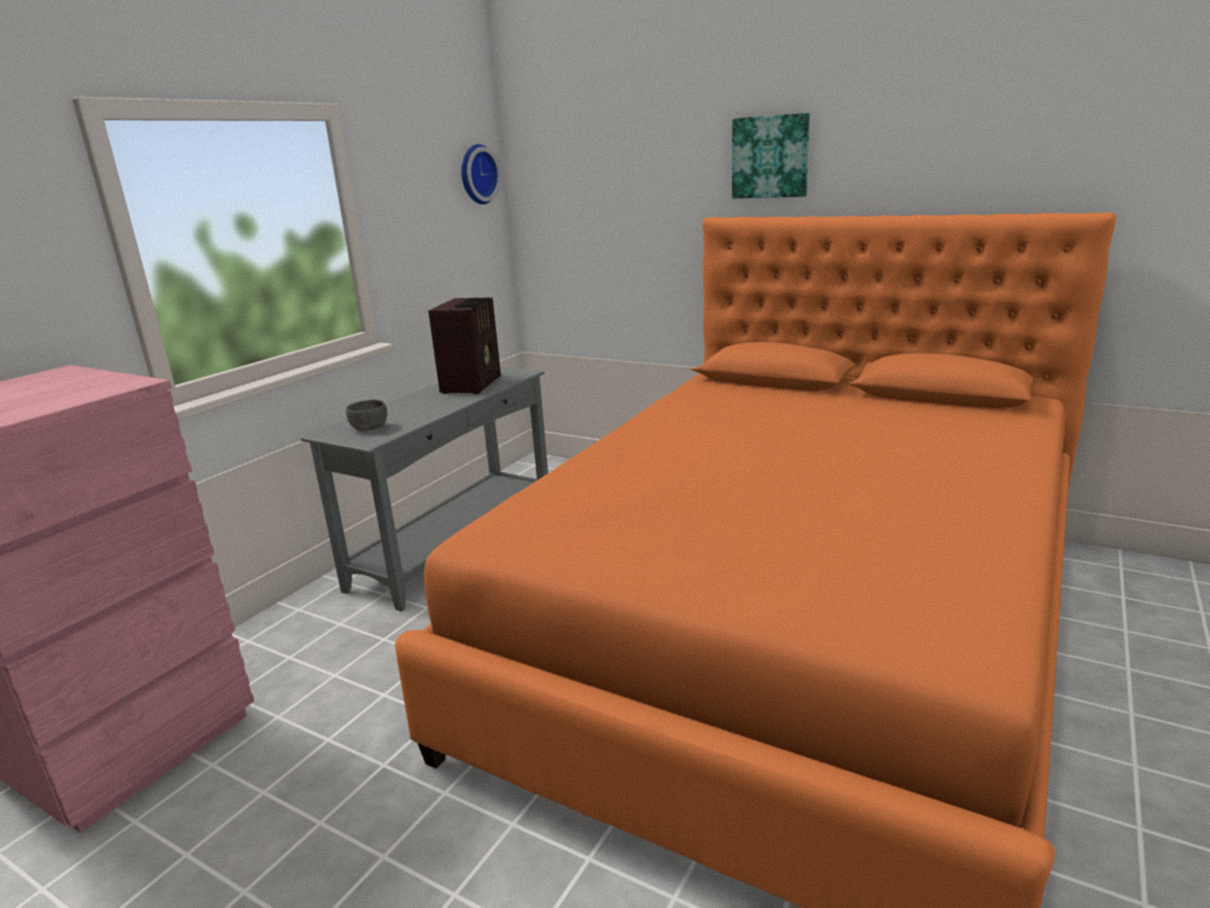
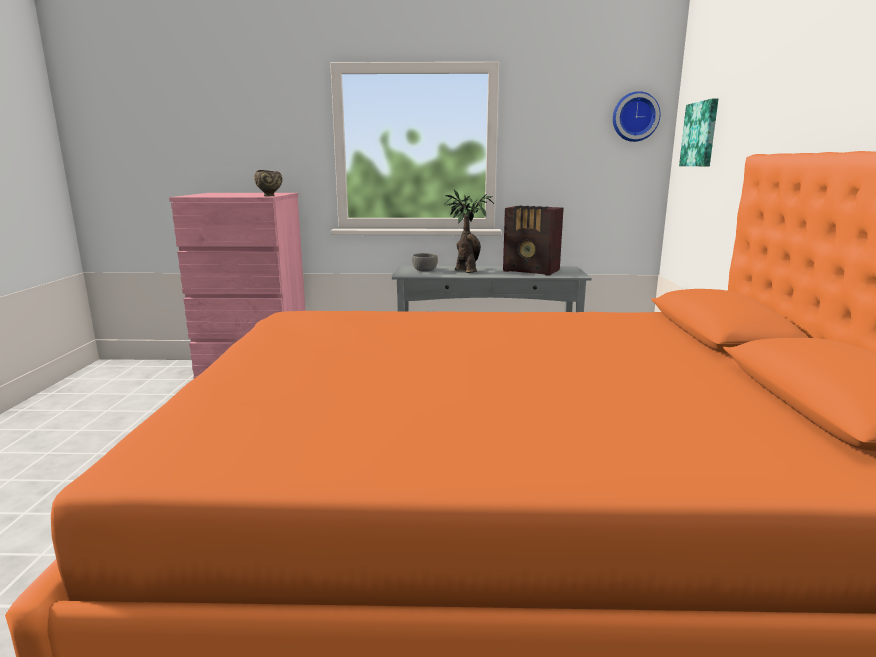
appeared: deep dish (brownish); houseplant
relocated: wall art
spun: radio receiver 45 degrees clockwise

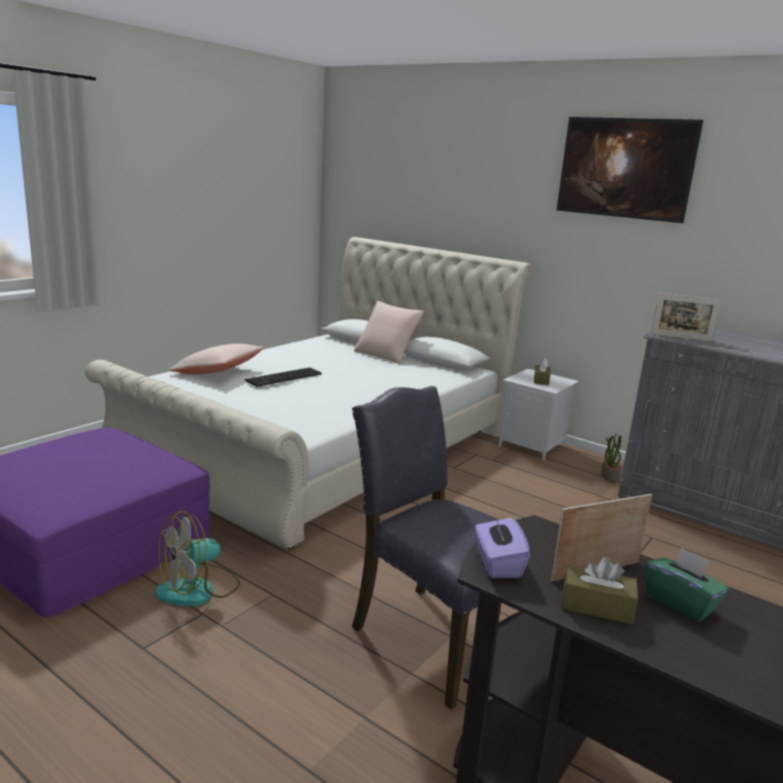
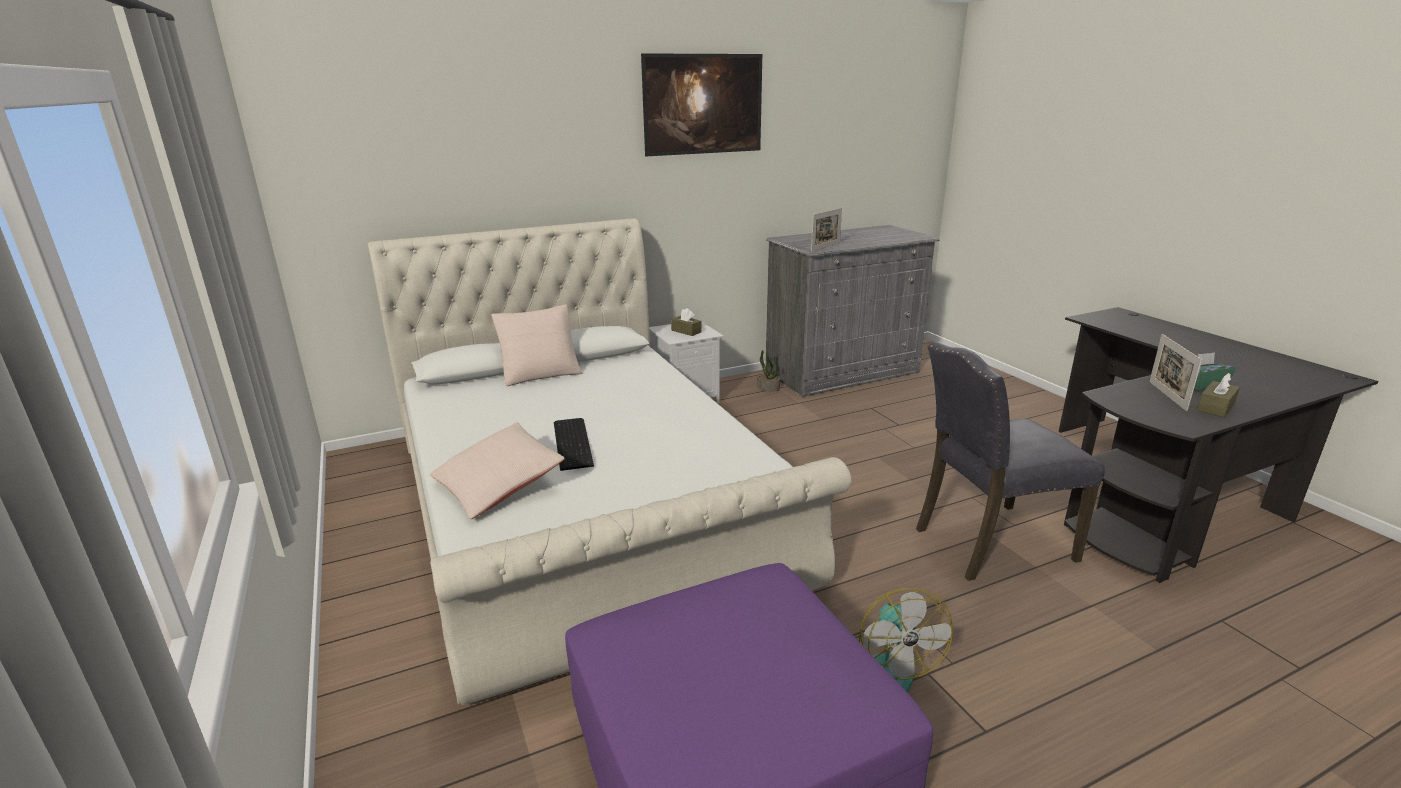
missing: tissue holder (purple)

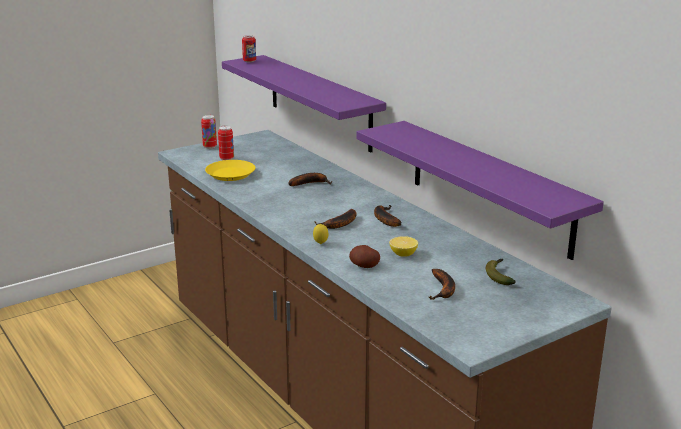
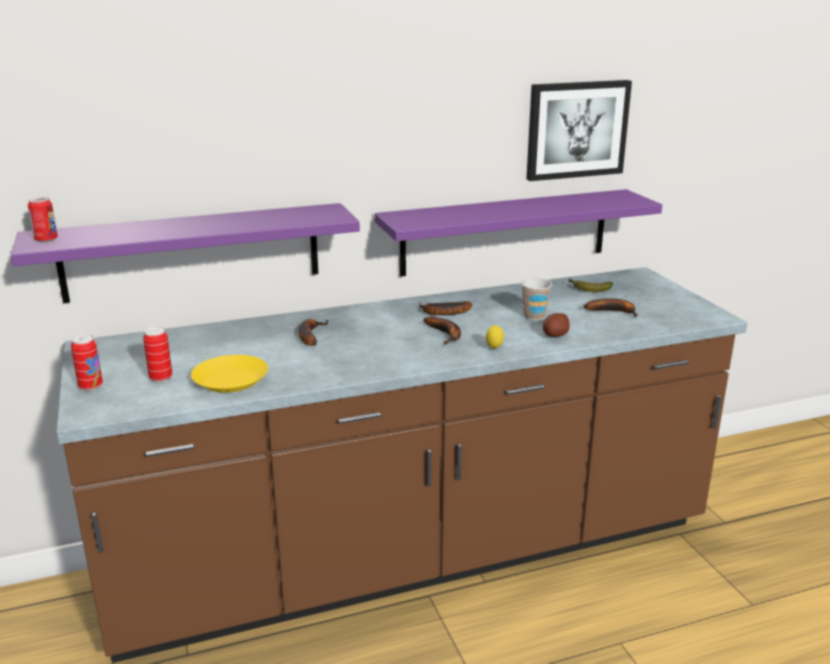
appeared: wall art
exchanged: citrus fruit (no. 2 from left) to drinking cup

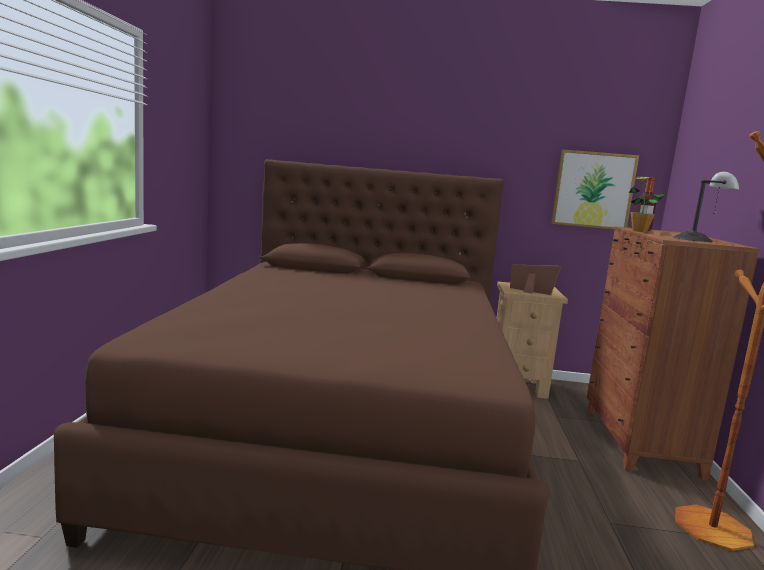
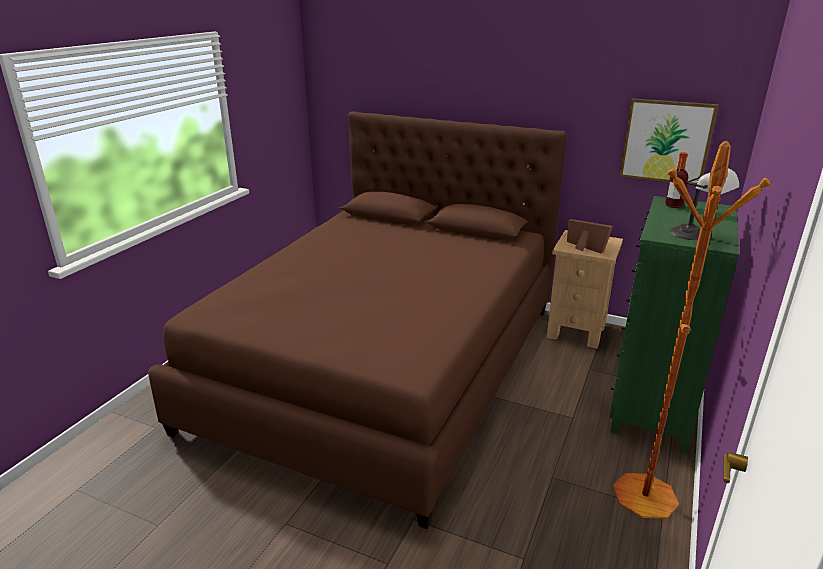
missing: houseplant
colour: dresser (brownish) to dresser (green-coloured)

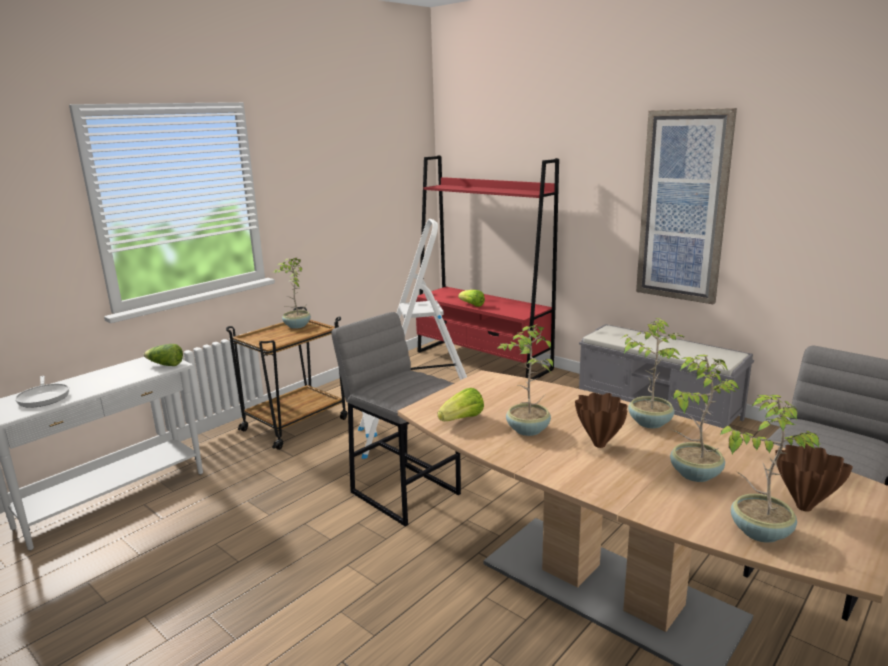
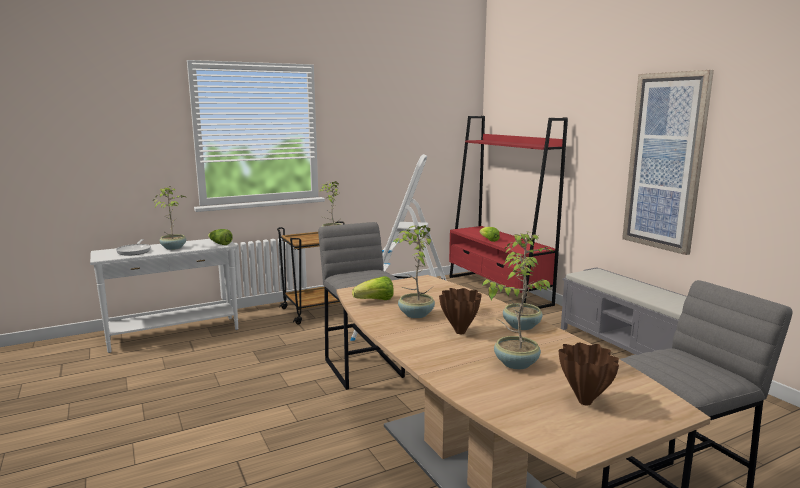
relocated: houseplant (no. 5 from left in the first image) to houseplant (no. 1 from left)

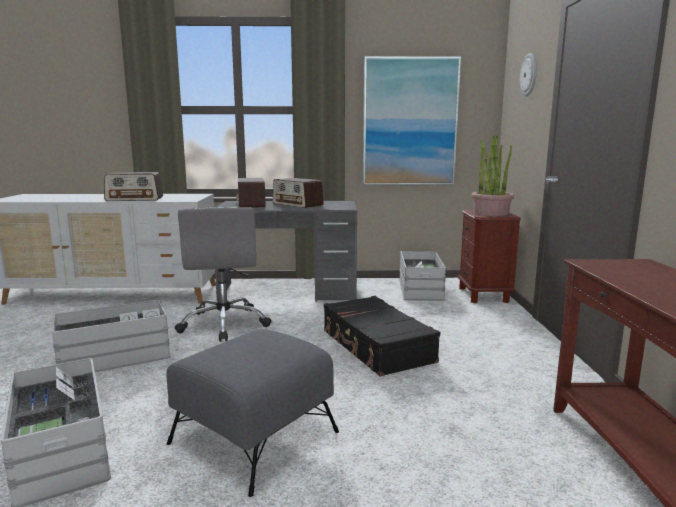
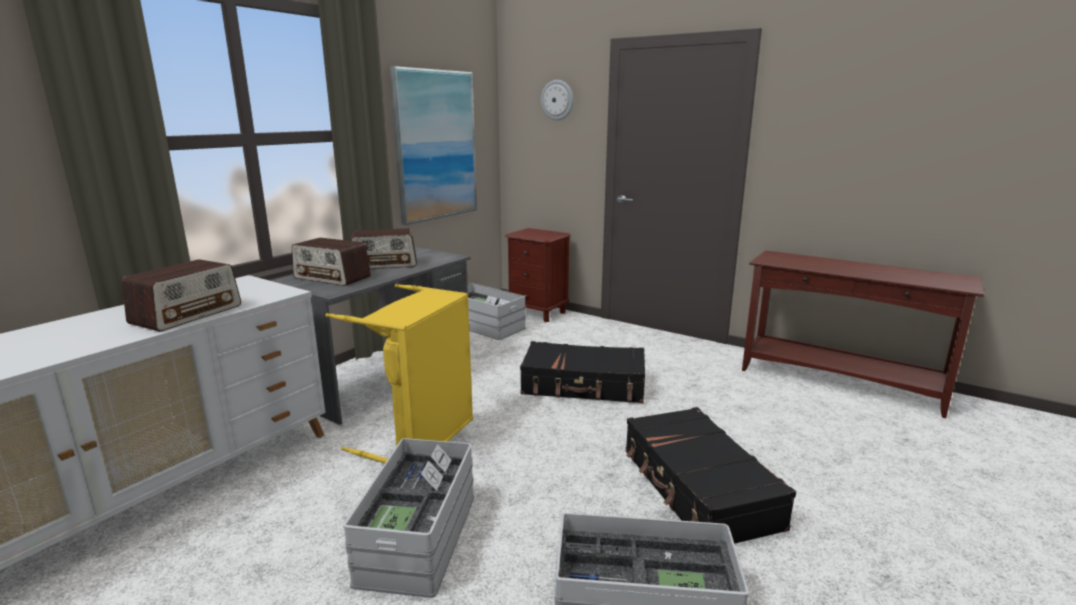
missing: houseplant
exchanged: footrest (gray) to piece of luggage (black-coloured) (no. 2 from left); computer chair (gray) to laundry basket (yellow)

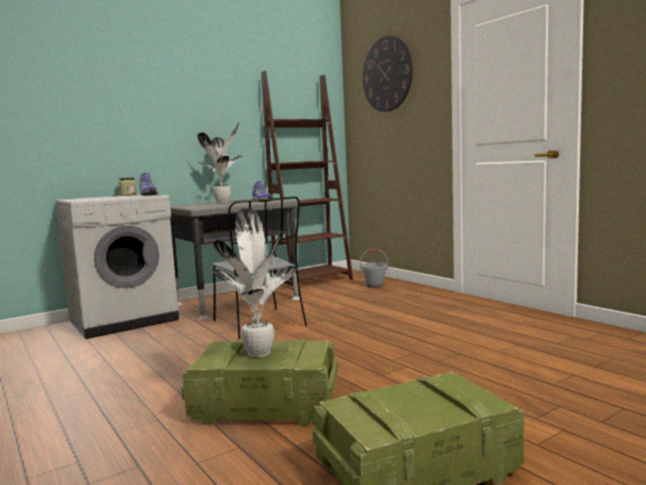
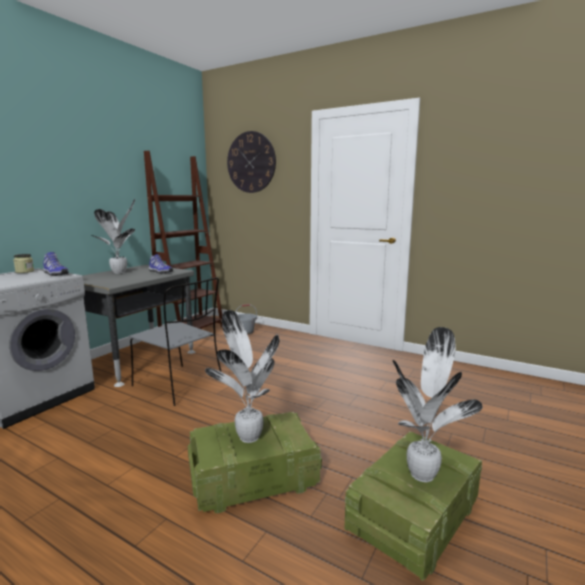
appeared: houseplant (no. 3 from left)

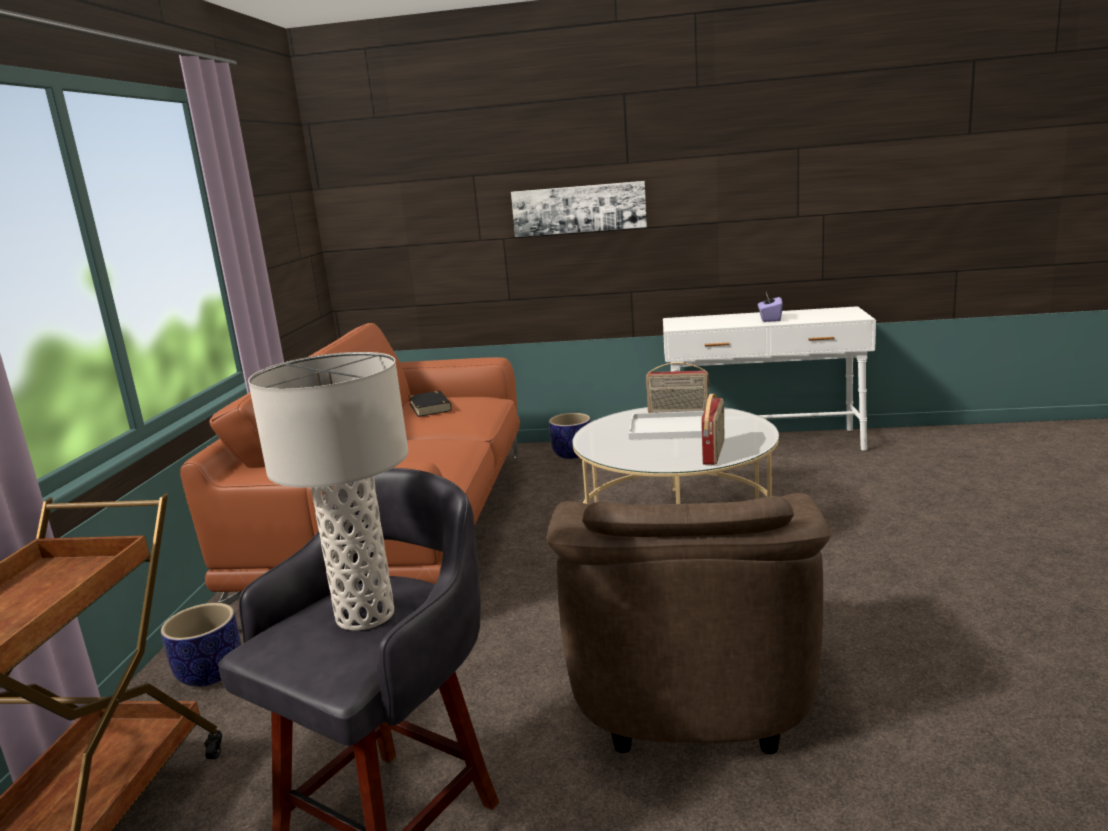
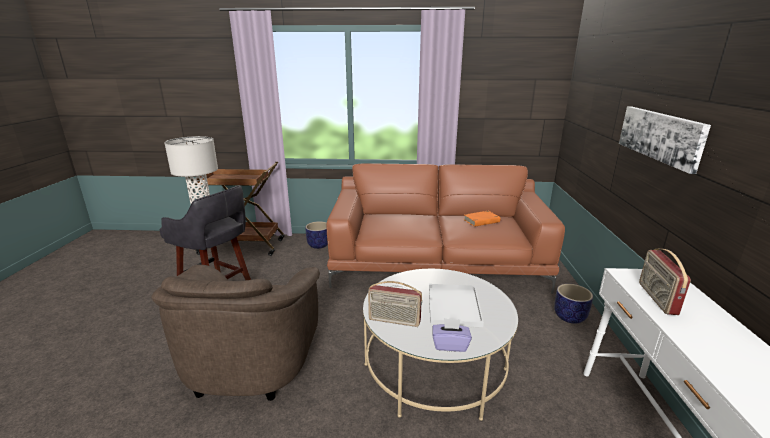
relocated: radio receiver (no. 1 from left in the first image) to radio receiver (no. 2 from left); tissue holder (purple)
colour: volume (black-coloured) to volume (orange-coloured)
spun: easy chair (brownish) 90 degrees counterclockwise

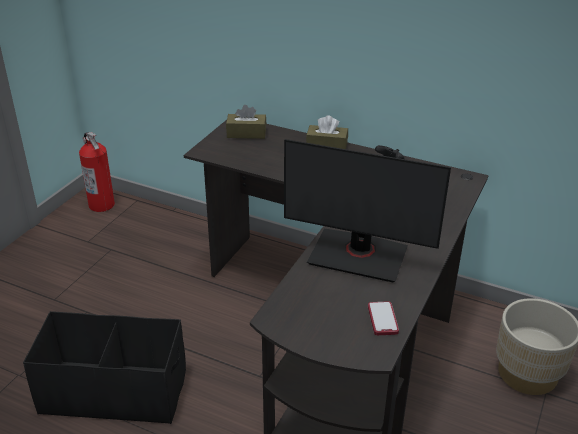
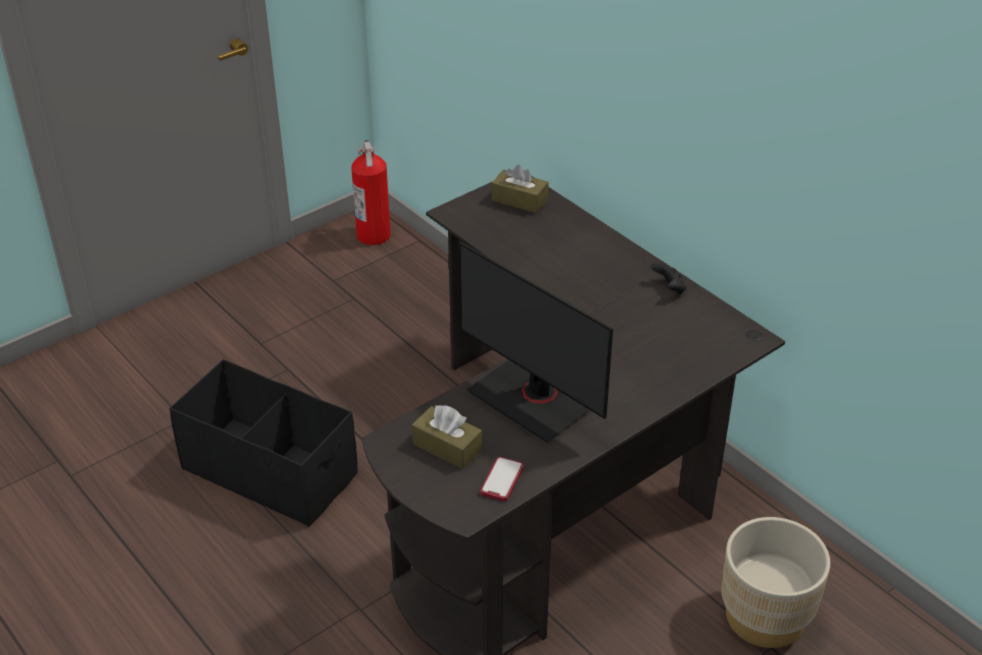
relocated: tissue holder (brownish) (no. 2 from left in the first image) to tissue holder (brownish) (no. 1 from left)

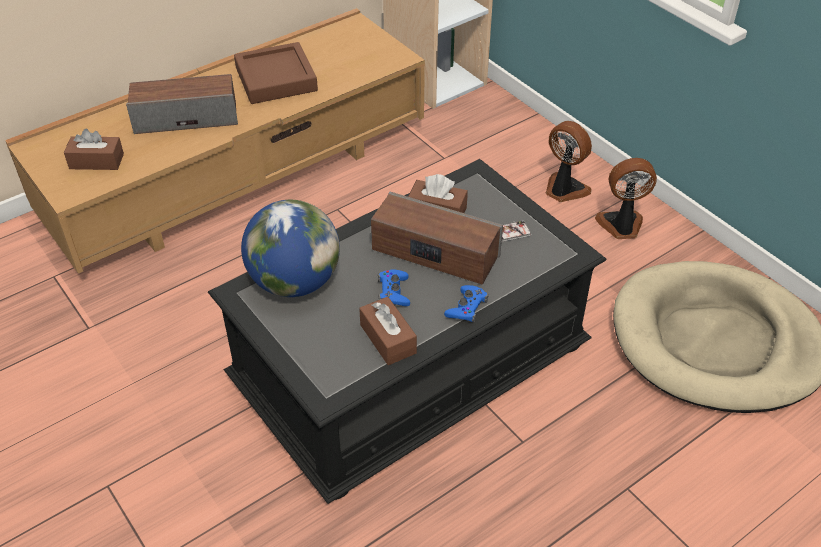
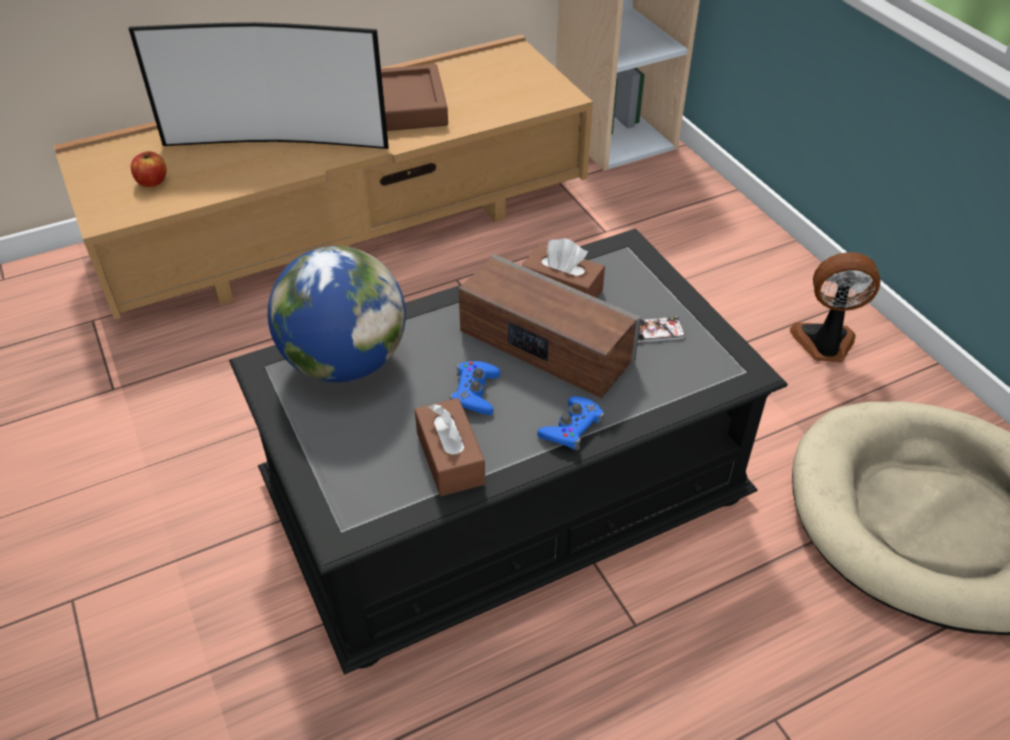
missing: cooling fan (no. 1 from left)
exchanged: tissue holder (brownish) (no. 1 from left) to apple fruit; audio speaker (no. 1 from left) to TV set

